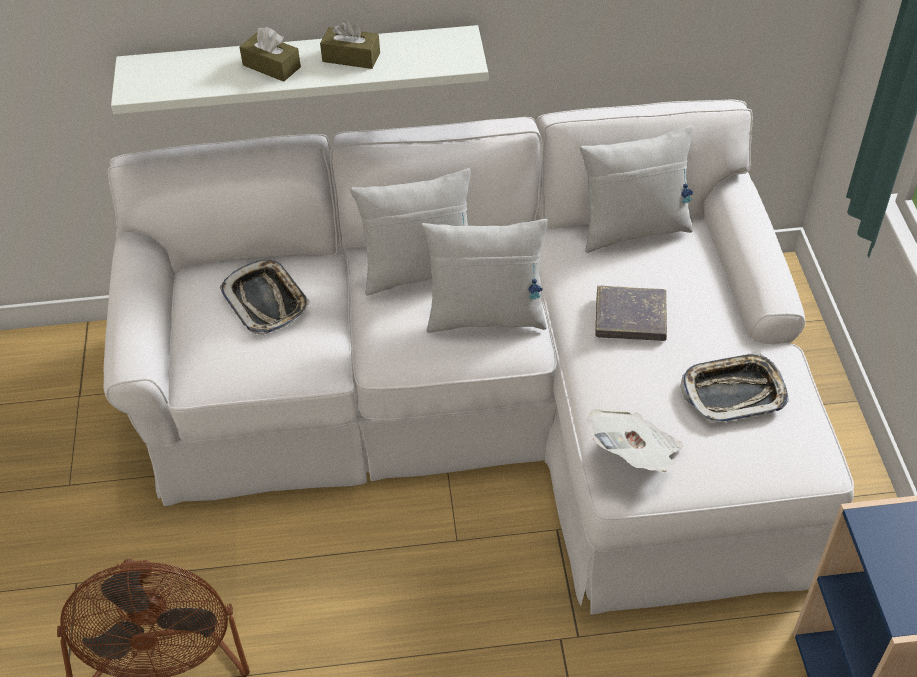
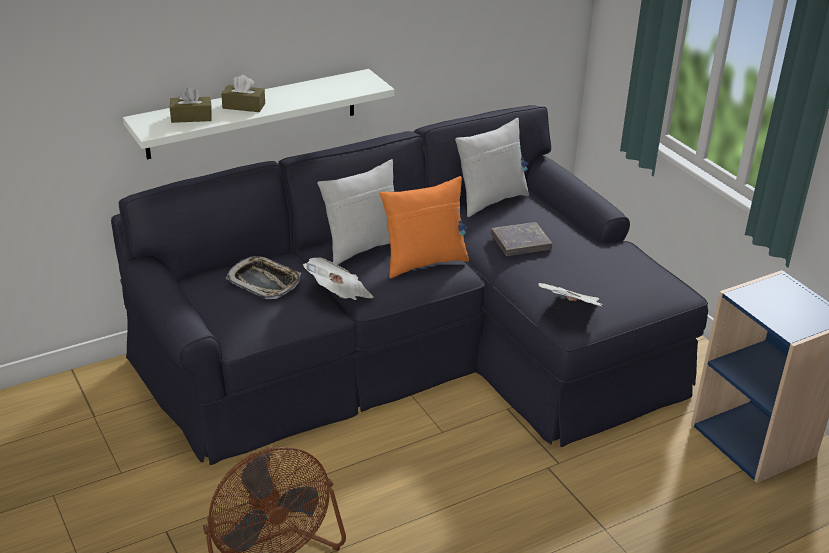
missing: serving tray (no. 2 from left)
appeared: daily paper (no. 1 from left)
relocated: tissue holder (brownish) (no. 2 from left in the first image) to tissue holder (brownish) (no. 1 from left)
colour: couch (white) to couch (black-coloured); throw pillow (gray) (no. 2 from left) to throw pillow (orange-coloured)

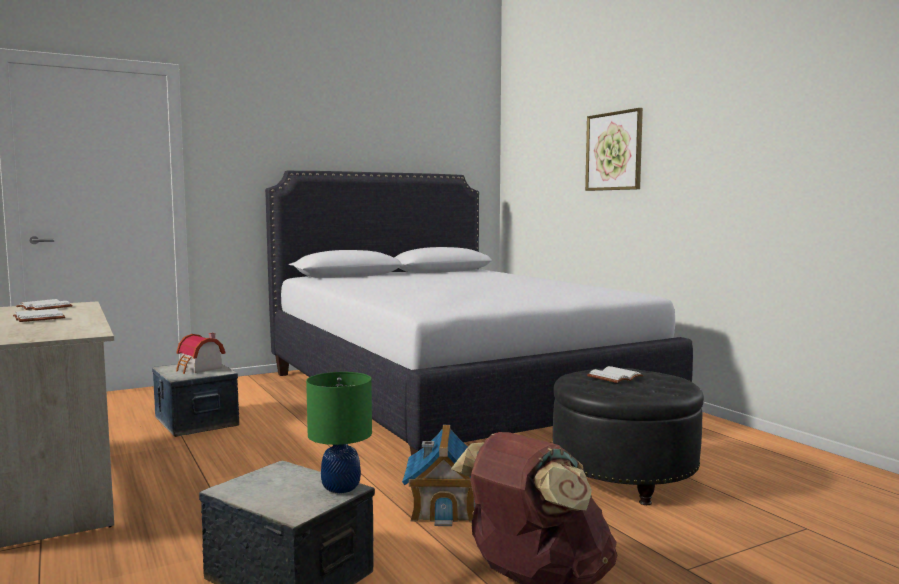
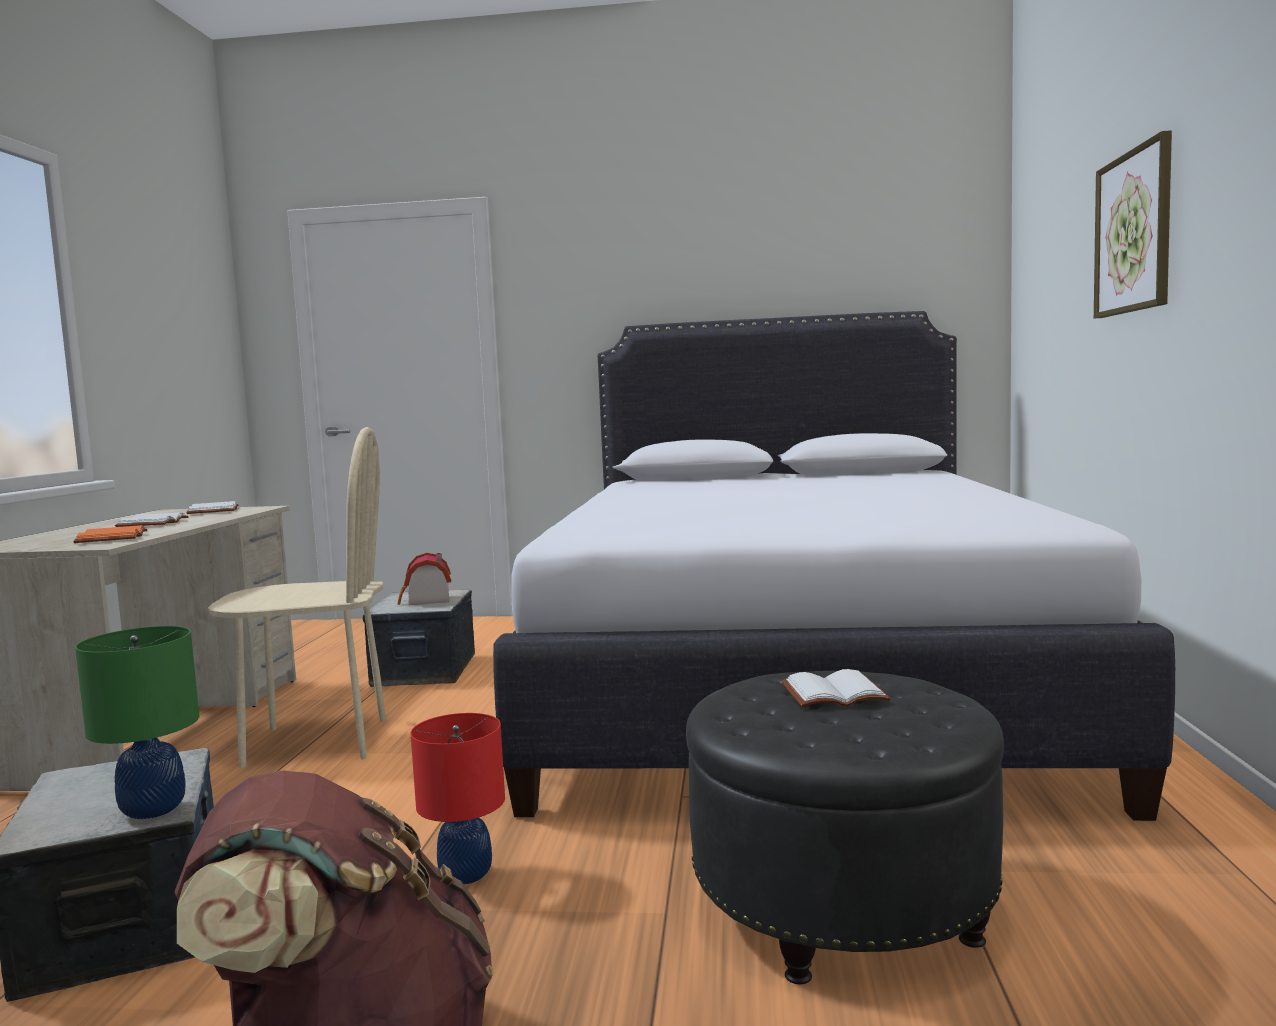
appeared: volume (orange-coloured); plain chair (beige-coloured)
exchanged: miniature house (no. 2 from left) to lamp for a table (red)

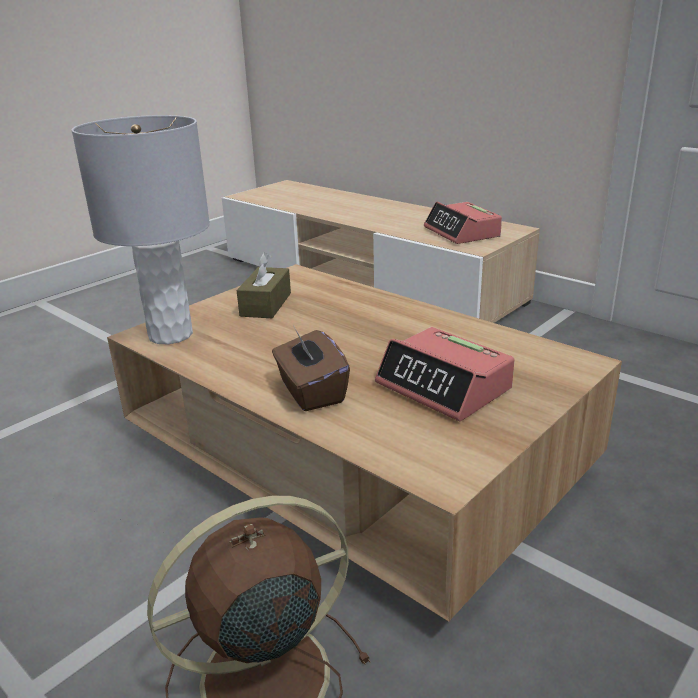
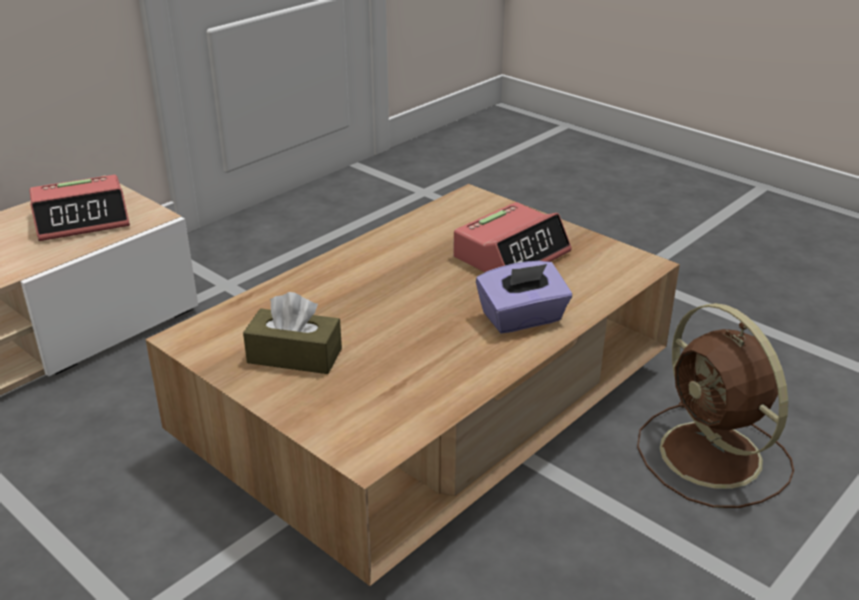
missing: lamp for a table (gray)
colour: tissue holder (brownish) (no. 2 from left) to tissue holder (purple)

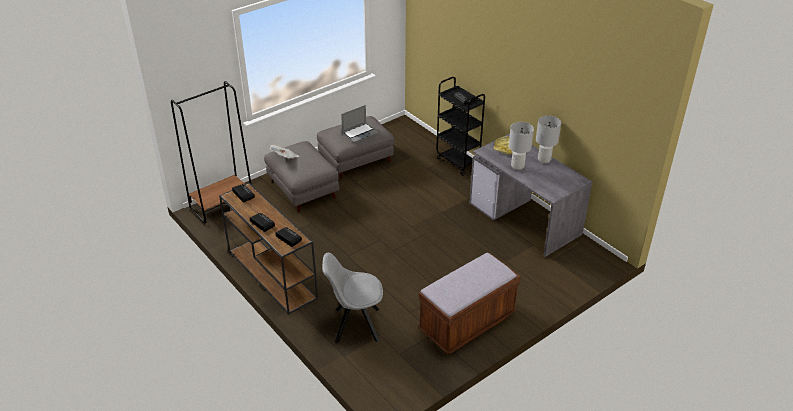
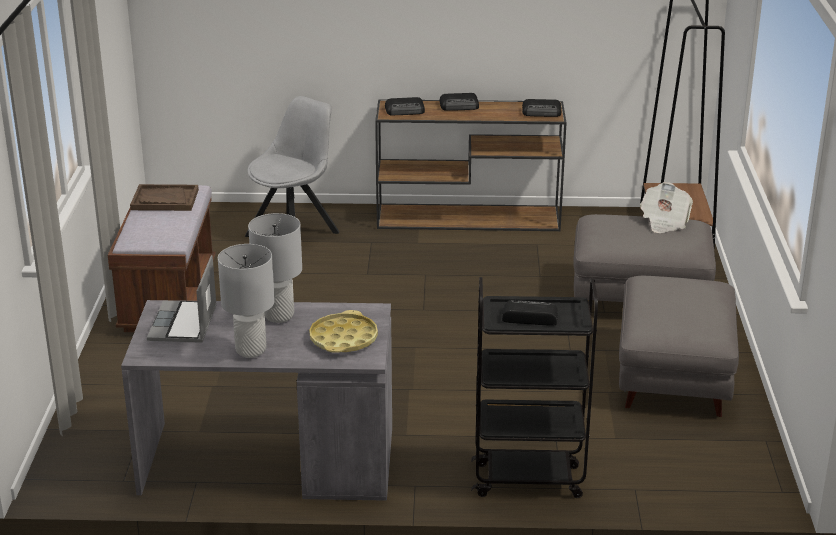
appeared: serving tray (brownish)
relocated: notebook computer

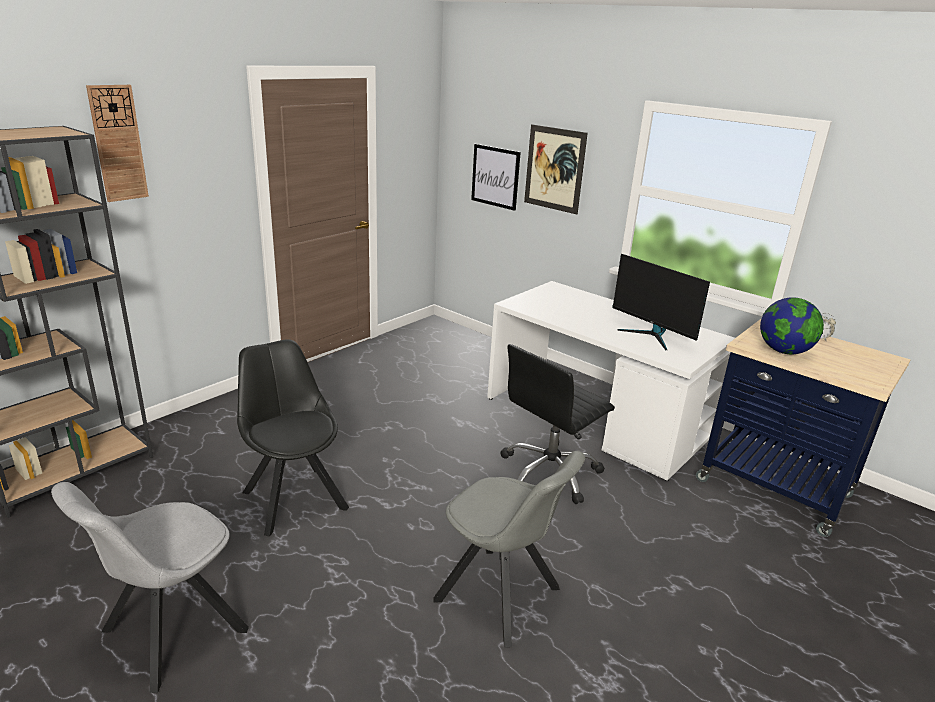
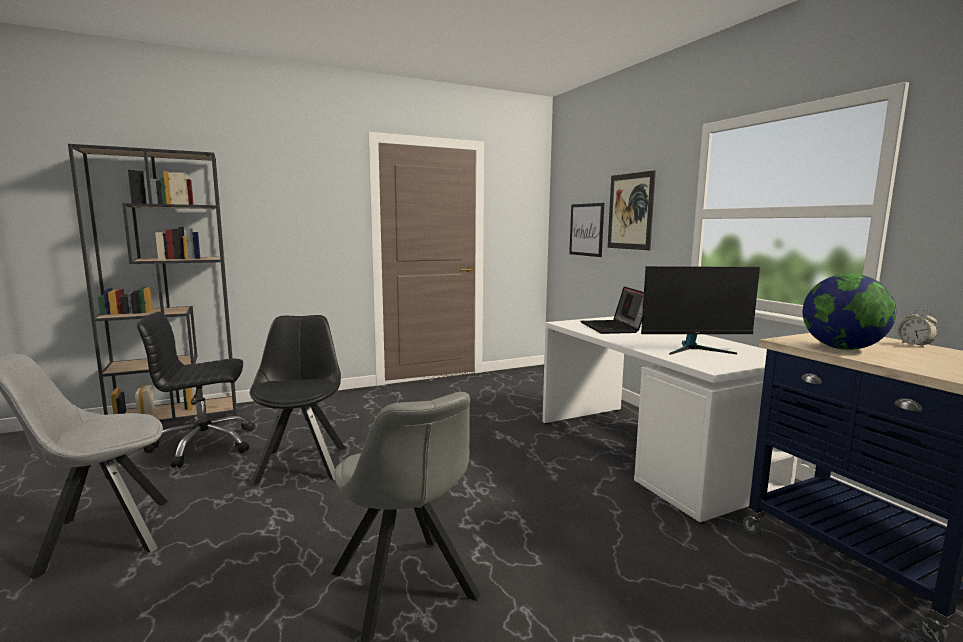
missing: hanging clock
appeared: notebook computer
relocated: computer chair (black-coloured)
spun: computer screen 75 degrees counterclockwise

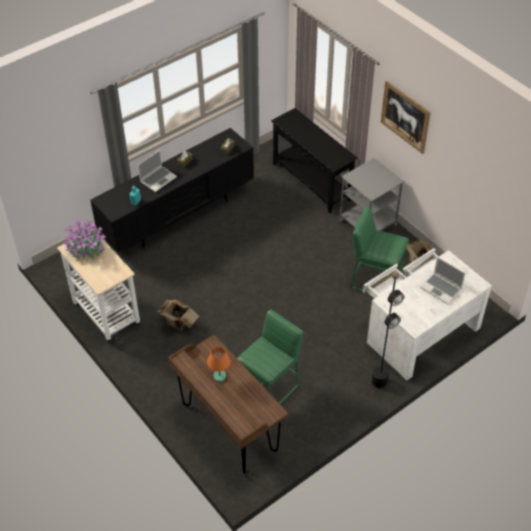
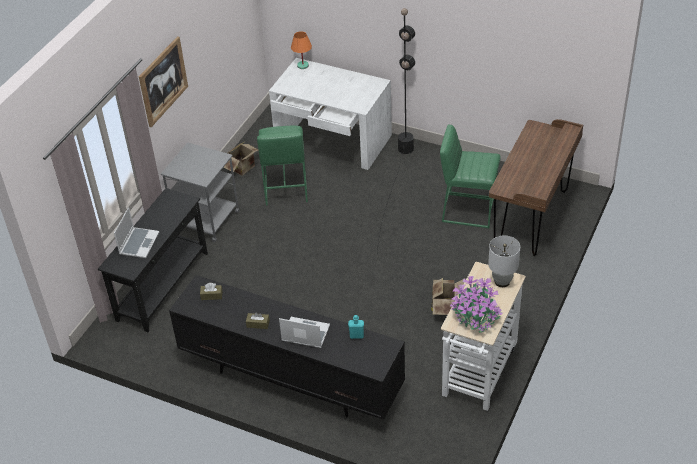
appeared: lamp for a table (white)
relocated: lamp for a table (orange-coloured); notebook computer (no. 2 from left in the first image) to notebook computer (no. 1 from left)

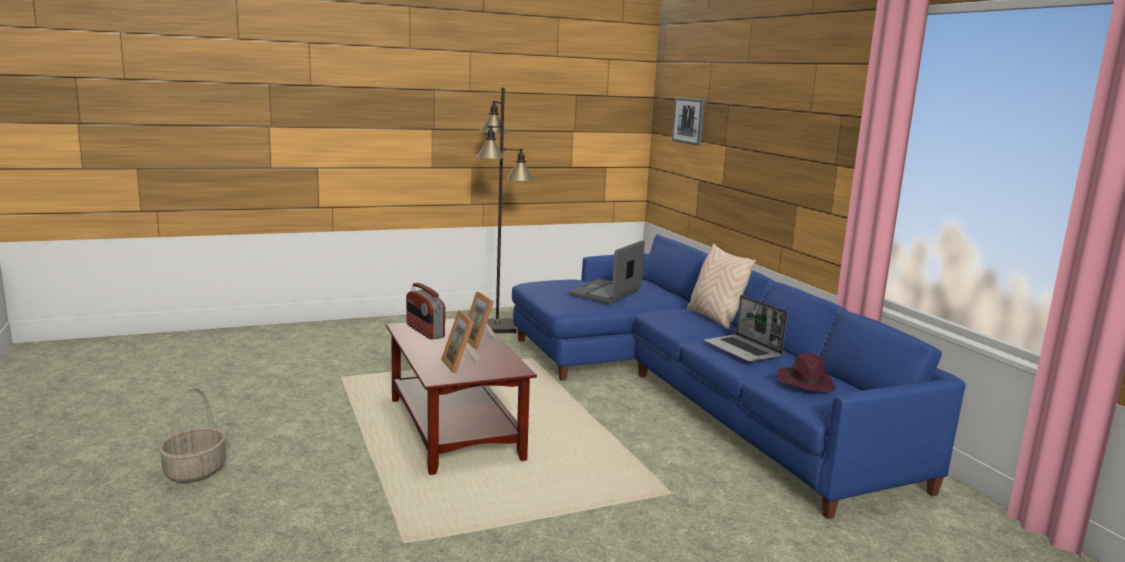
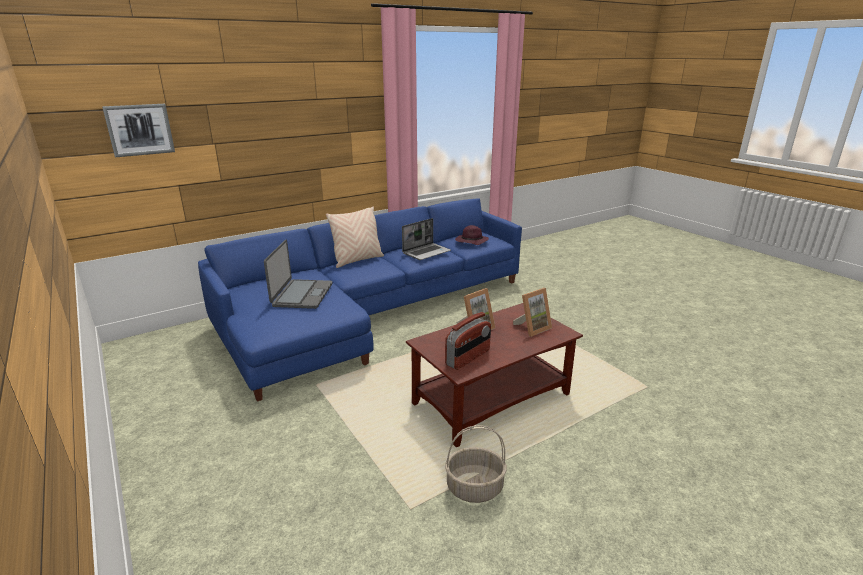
missing: standing lamp (black-coloured)
relocated: storage basket
spun: notebook computer (no. 1 from left) 105 degrees counterclockwise

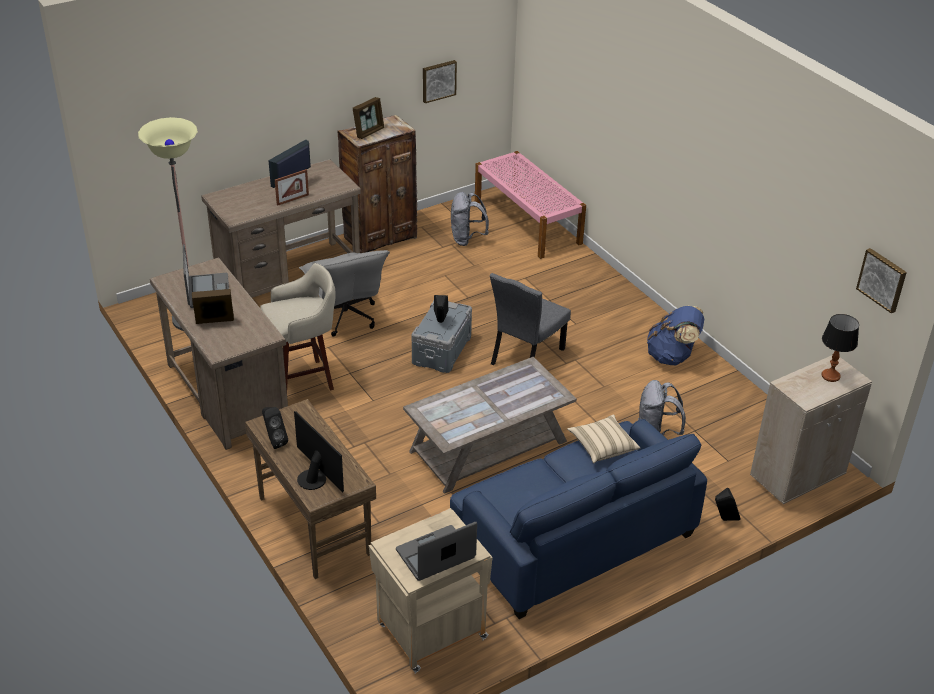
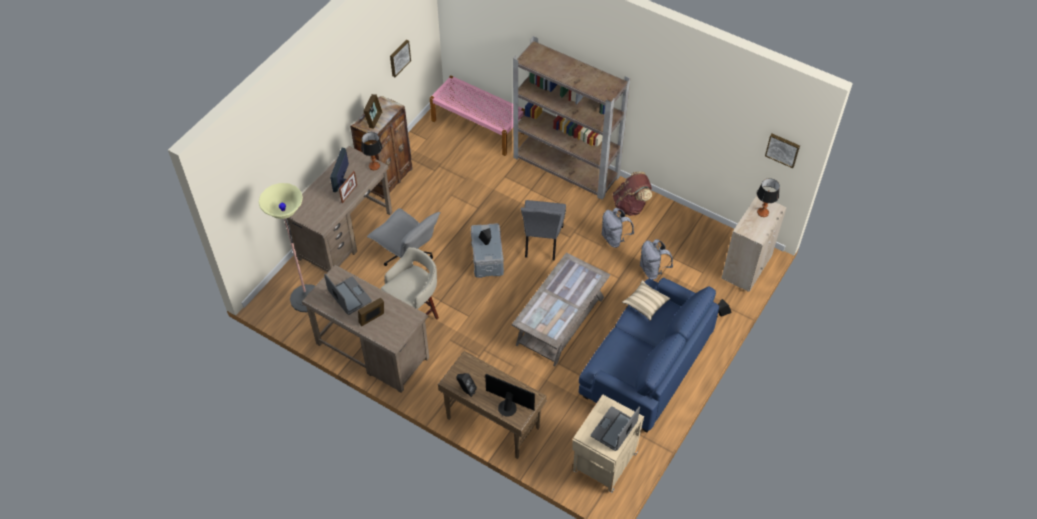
appeared: lamp for a table (no. 1 from left); bookcase (brownish)
relocated: knapsack (gray) (no. 1 from left)
colour: knapsack (bluish) to knapsack (brownish)

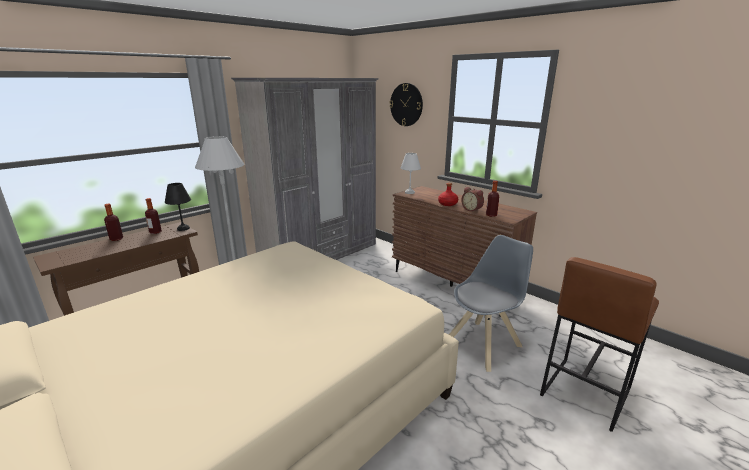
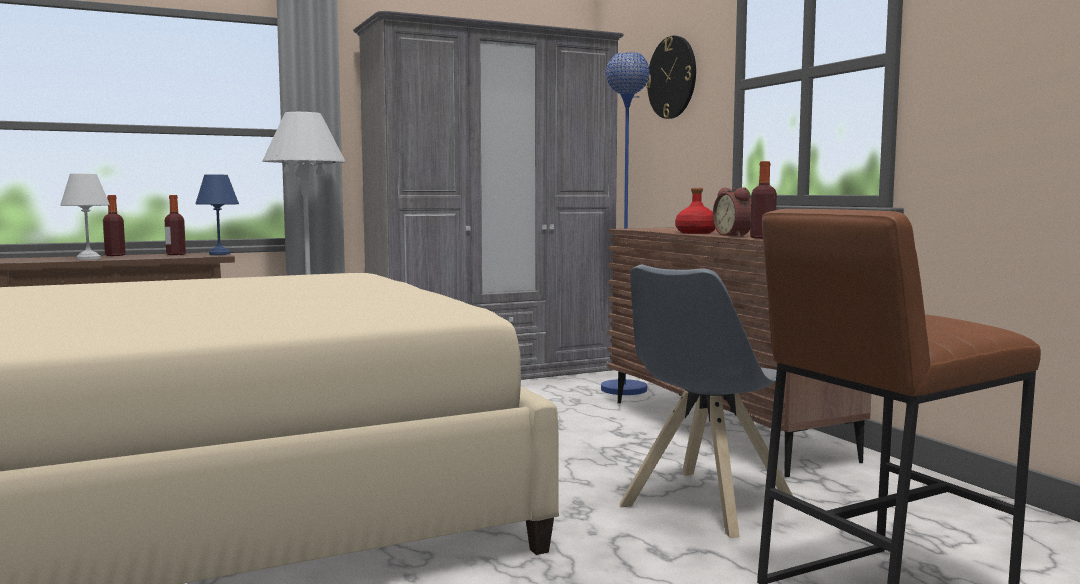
appeared: standing lamp (bluish)
relocated: lamp for a table (white)
colour: lamp for a table (black-coloured) to lamp for a table (bluish)
spun: plain chair (gray) 150 degrees clockwise

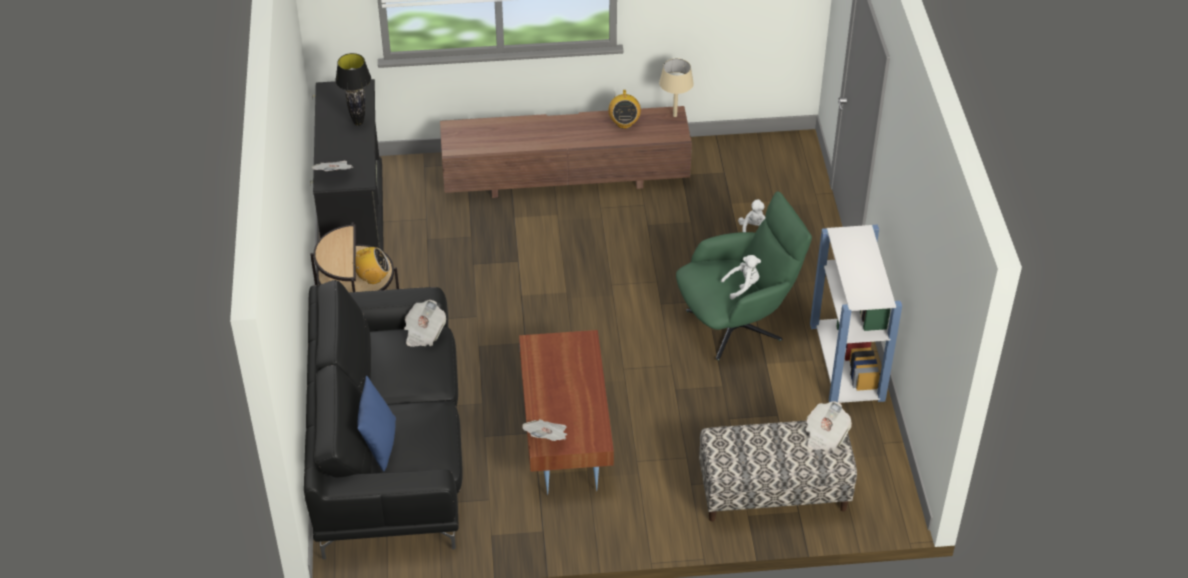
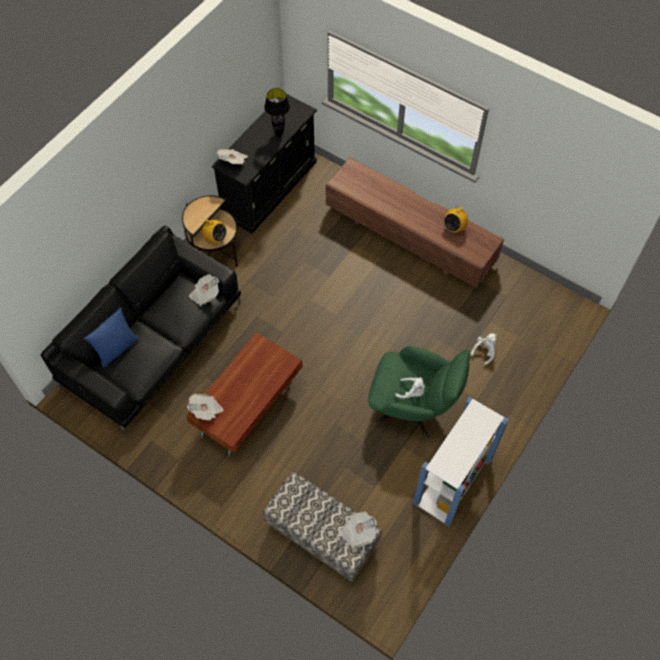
missing: lamp for a table (beige-coloured)

